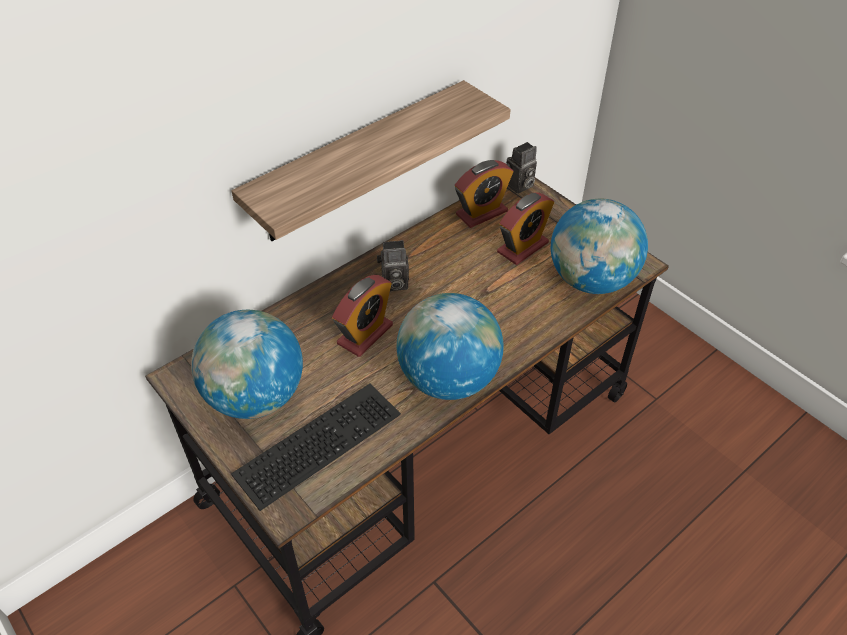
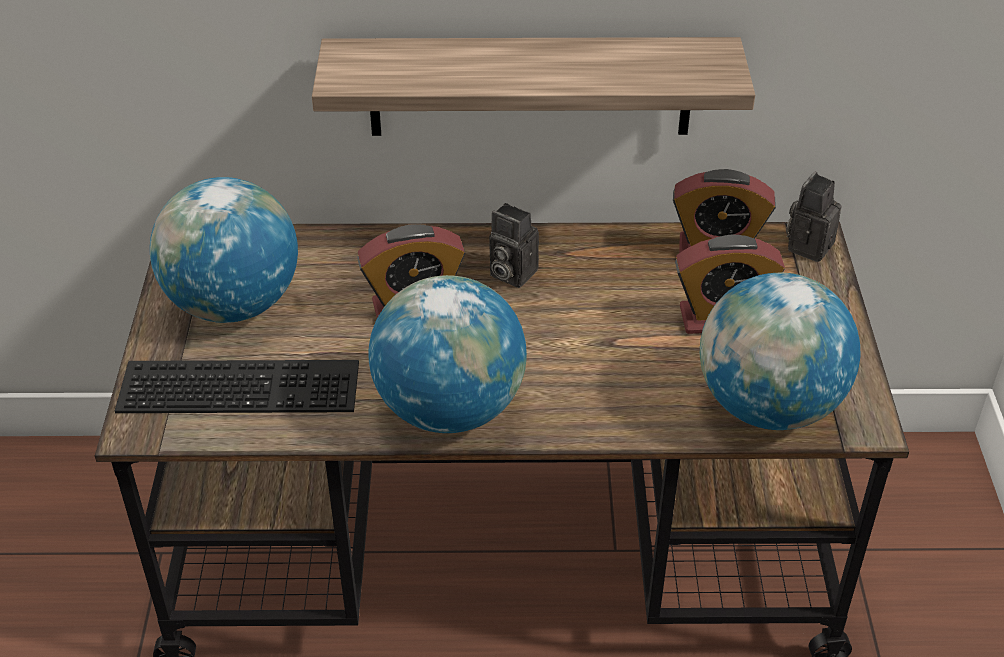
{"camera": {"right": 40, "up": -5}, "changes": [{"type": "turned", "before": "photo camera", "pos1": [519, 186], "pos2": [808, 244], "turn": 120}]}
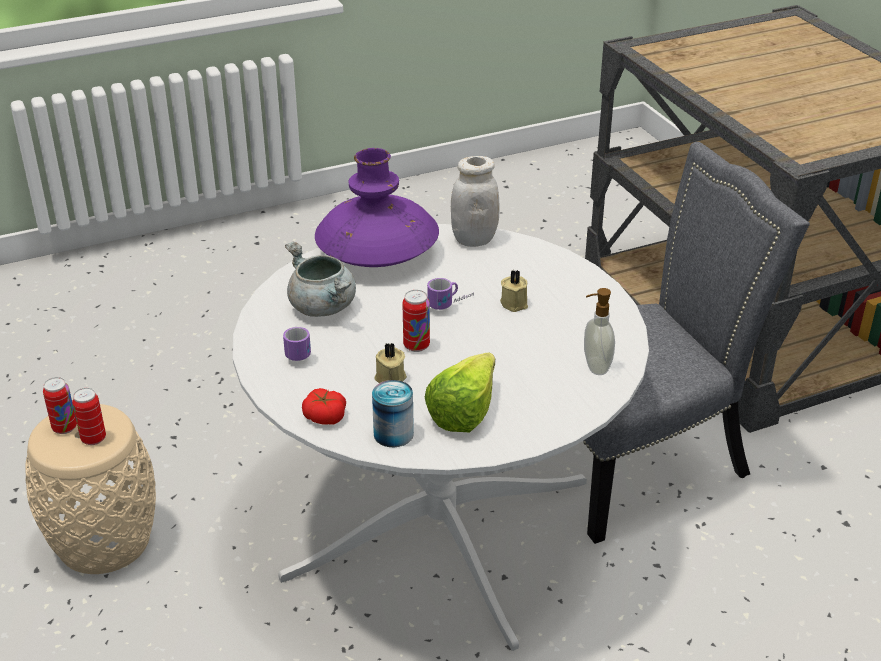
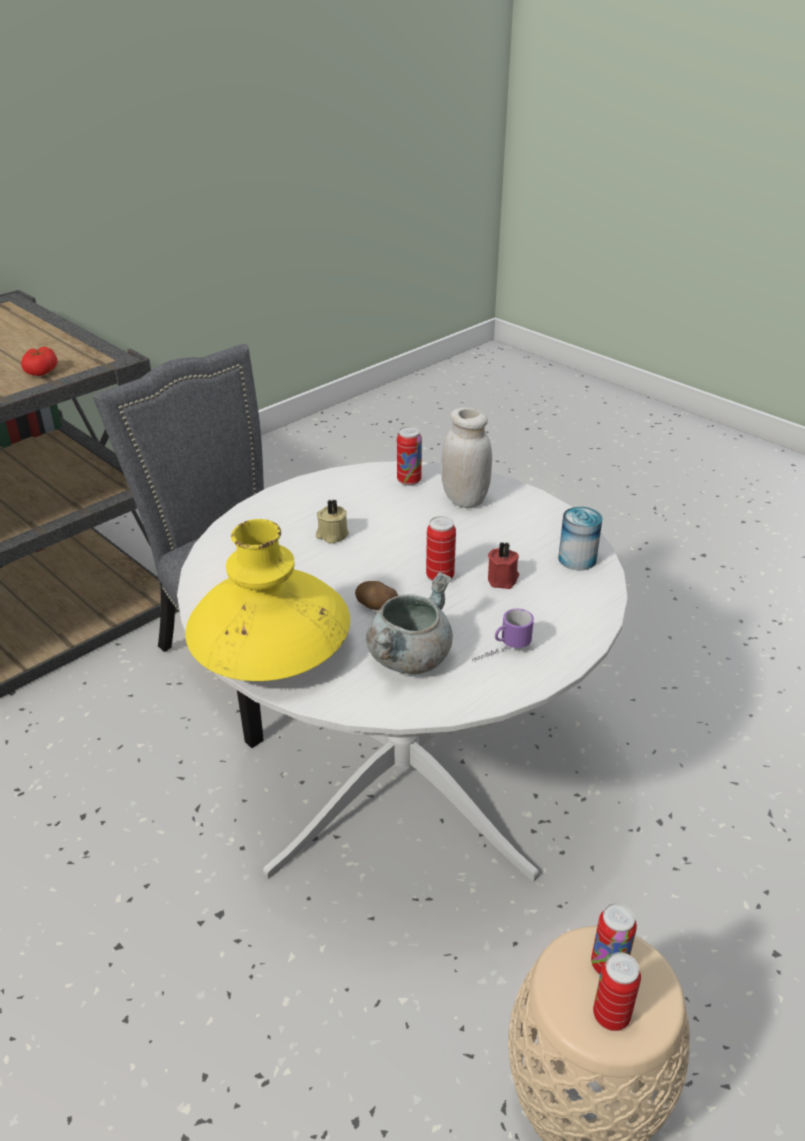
{"camera": {"right": -110, "up": 0}, "changes": [{"type": "moved", "before": "tomato", "pos1": [324, 416], "pos2": [42, 371]}, {"type": "recoloured", "before": "vase in purple", "after": "vase in yellow", "pos1": [377, 253], "pos2": [270, 648]}, {"type": "added", "after": "potato", "pos2": [376, 606]}, {"type": "replaced", "before": "soap dispenser", "after": "can", "pos1": [595, 366], "pos2": [409, 481]}, {"type": "moved", "before": "jar in white", "pos1": [474, 239], "pos2": [464, 500]}, {"type": "recoloured", "before": "candle in beige", "after": "candle in red", "pos1": [390, 379], "pos2": [503, 579]}, {"type": "removed", "before": "lettuce", "pos1": [469, 409]}, {"type": "removed", "before": "mug", "pos1": [452, 305]}]}
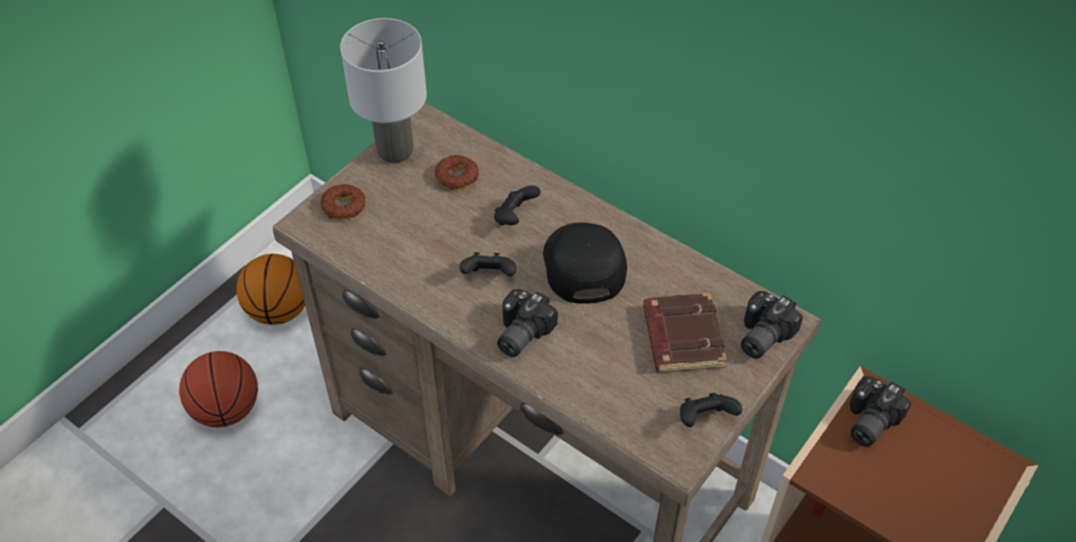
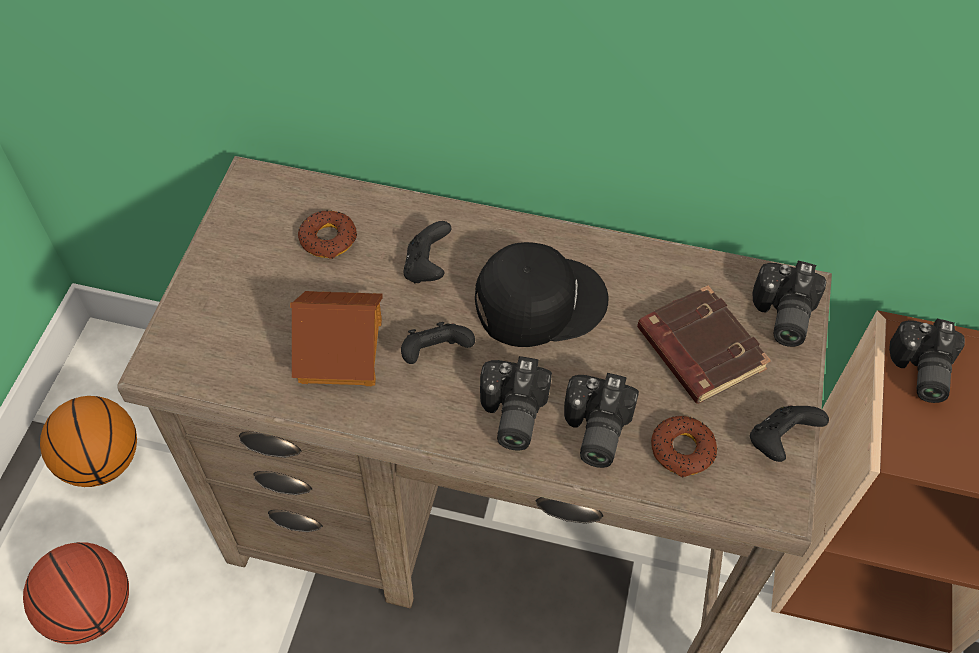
{"camera": {"right": -25, "up": 5}, "changes": [{"type": "added", "after": "toy house", "pos2": [342, 350]}, {"type": "turned", "before": "cap in black", "pos1": [582, 264], "pos2": [538, 300], "turn": 105}, {"type": "added", "after": "photo camera", "pos2": [593, 431]}, {"type": "moved", "before": "donut", "pos1": [344, 206], "pos2": [682, 450]}, {"type": "removed", "before": "table lamp in white", "pos1": [397, 152]}]}
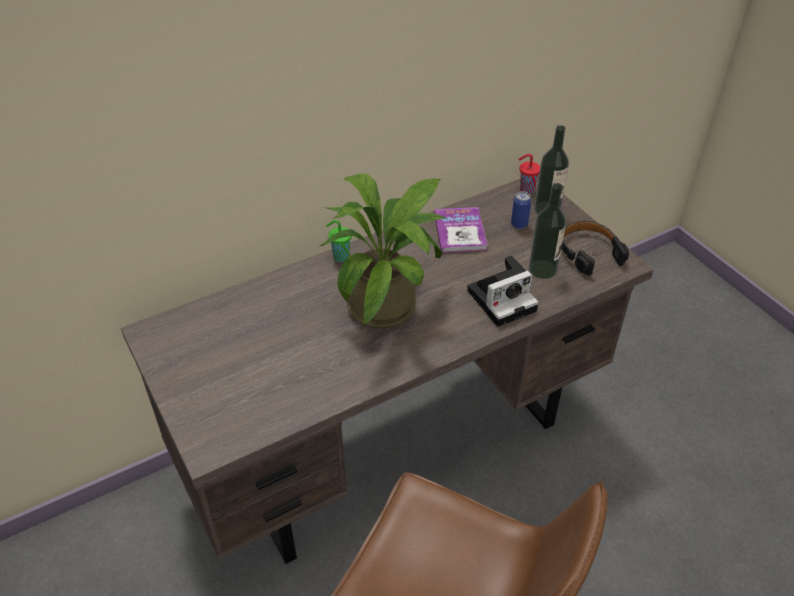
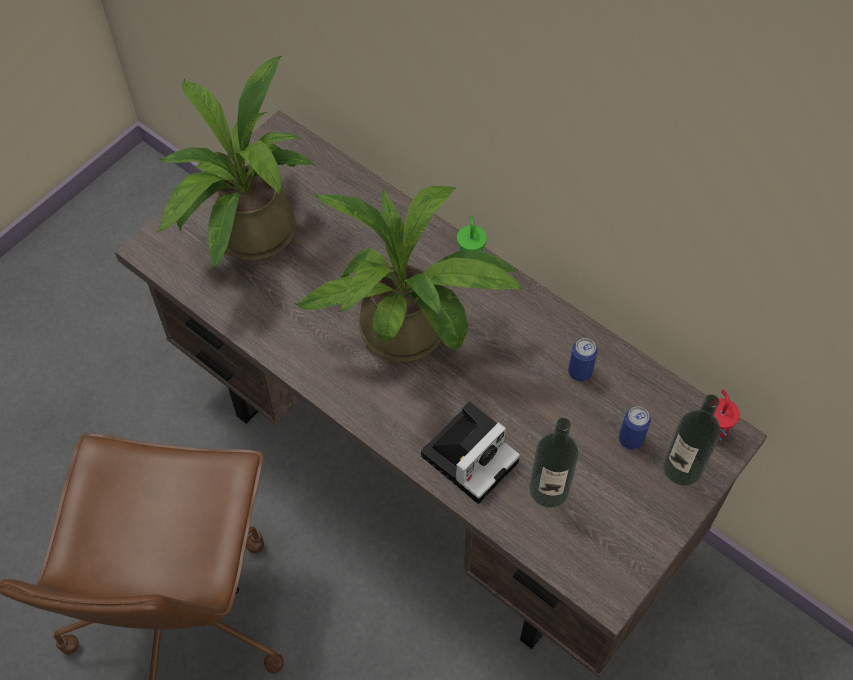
{"camera": {"right": 70, "up": 15}, "changes": [{"type": "added", "after": "potted plant", "pos2": [246, 236]}, {"type": "turned", "before": "photo camera", "pos1": [503, 299], "pos2": [471, 455], "turn": -90}, {"type": "replaced", "before": "book", "after": "can", "pos1": [460, 231], "pos2": [580, 372]}, {"type": "removed", "before": "headphones in black", "pos1": [589, 252]}]}
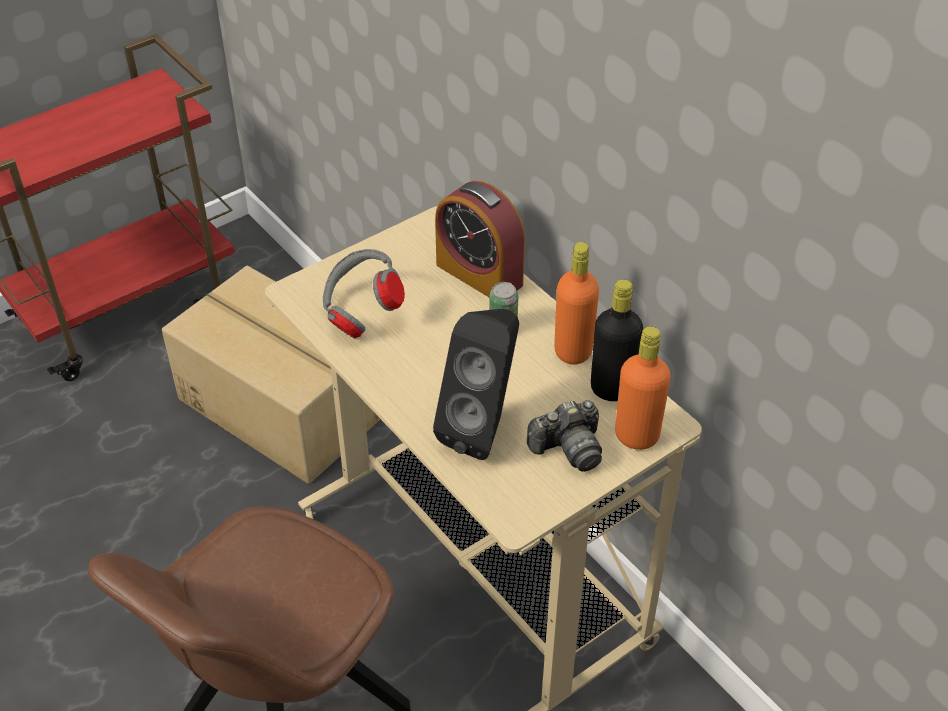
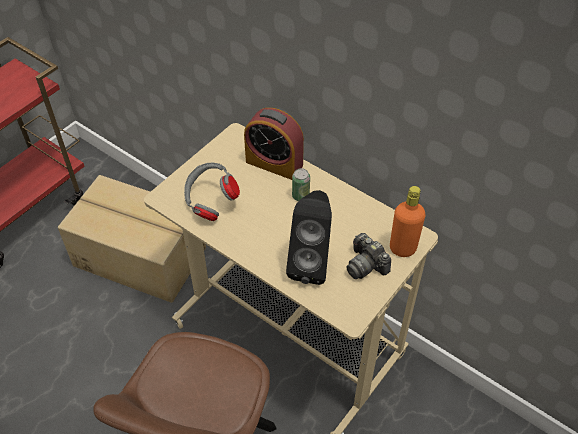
{"camera": {"right": -15, "up": 5}, "changes": [{"type": "turned", "before": "photo camera", "pos1": [568, 448], "pos2": [366, 265], "turn": 90}, {"type": "removed", "before": "bottle in orange", "pos1": [573, 351]}, {"type": "removed", "before": "bottle in black", "pos1": [611, 389]}]}
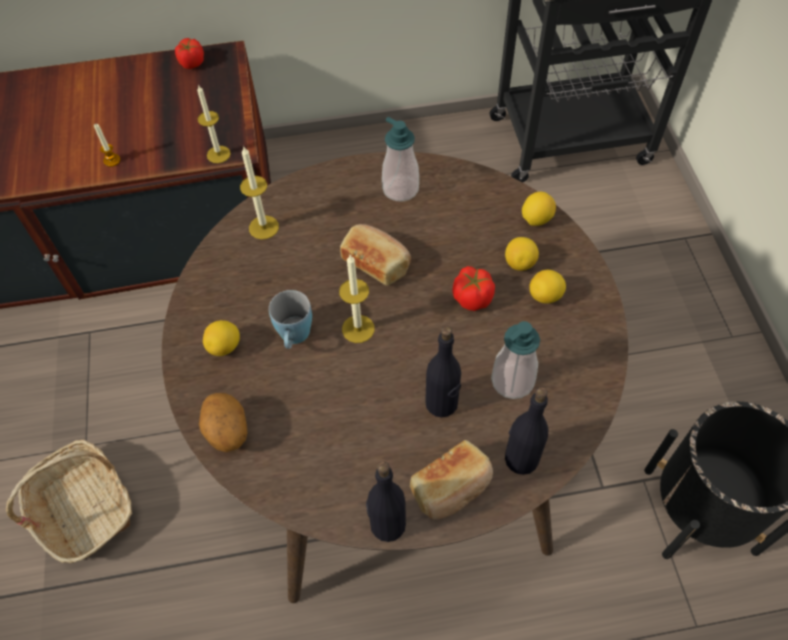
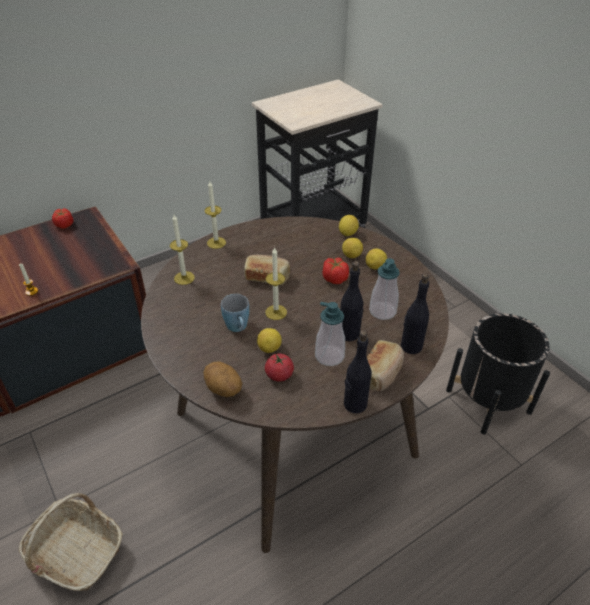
{"camera": {"right": -25, "up": -15}, "changes": [{"type": "moved", "before": "candle", "pos1": [218, 154], "pos2": [216, 243]}, {"type": "moved", "before": "lemon", "pos1": [225, 347], "pos2": [269, 348]}, {"type": "added", "after": "tomato", "pos2": [279, 375]}, {"type": "moved", "before": "soap dispenser", "pos1": [400, 189], "pos2": [329, 356]}]}
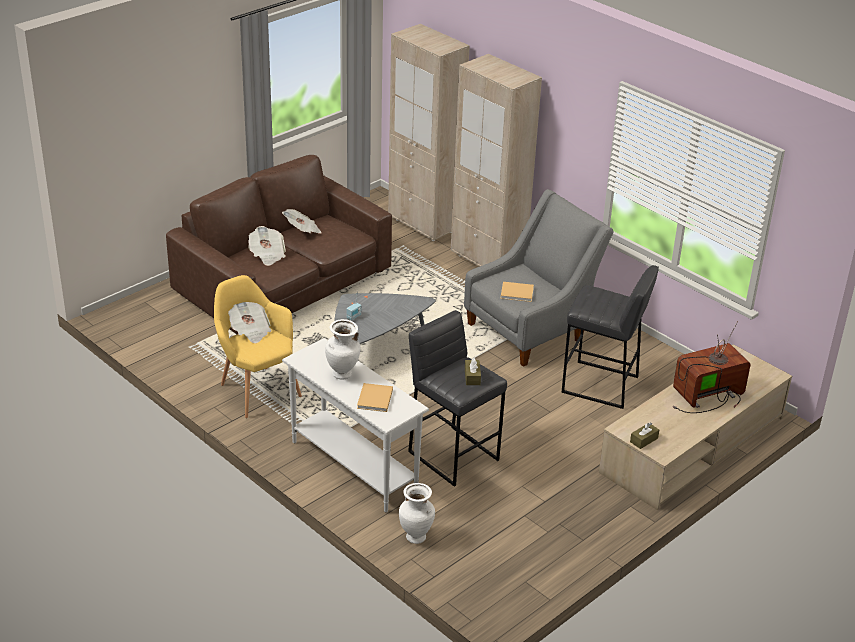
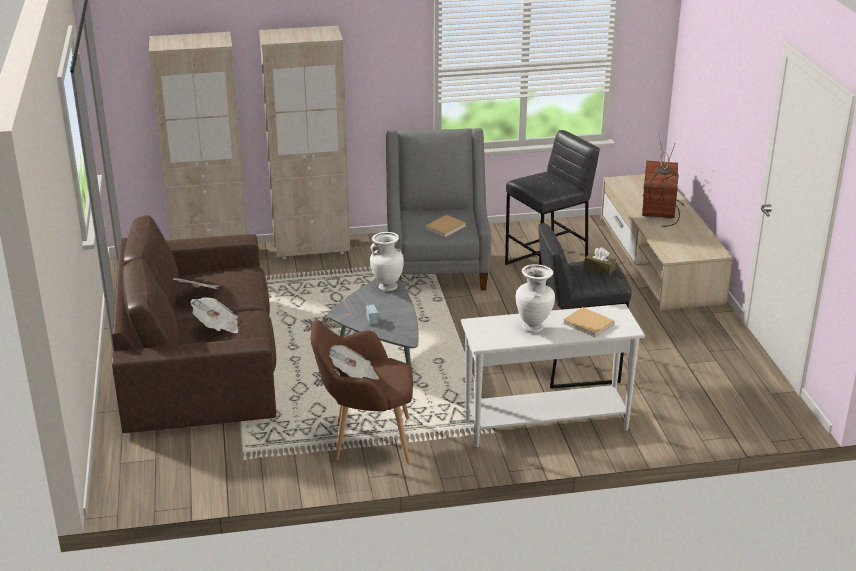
{"camera": {"right": -55, "up": -5}, "changes": [{"type": "recoloured", "before": "armchair in yellow", "after": "armchair in brown", "pos1": [256, 389], "pos2": [366, 440]}, {"type": "moved", "before": "vase in white", "pos1": [416, 537], "pos2": [387, 287]}, {"type": "removed", "before": "tissue box in brown", "pos1": [644, 440]}]}
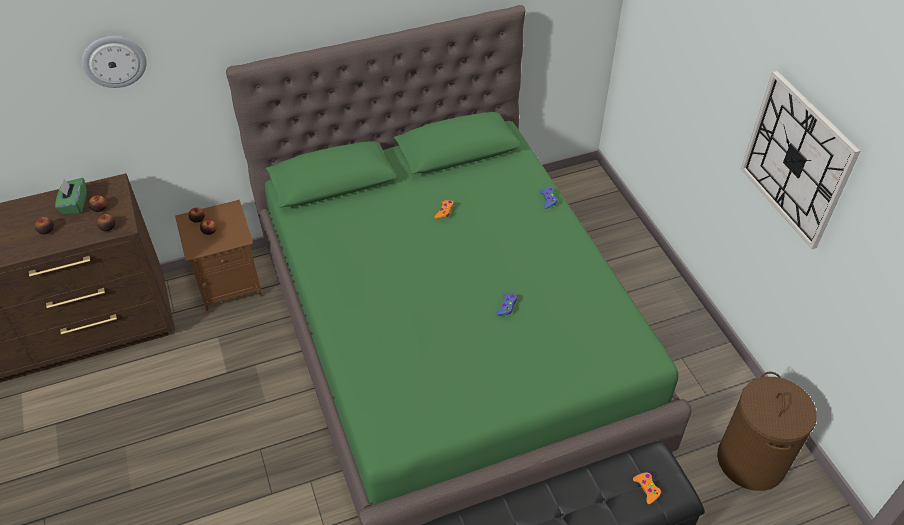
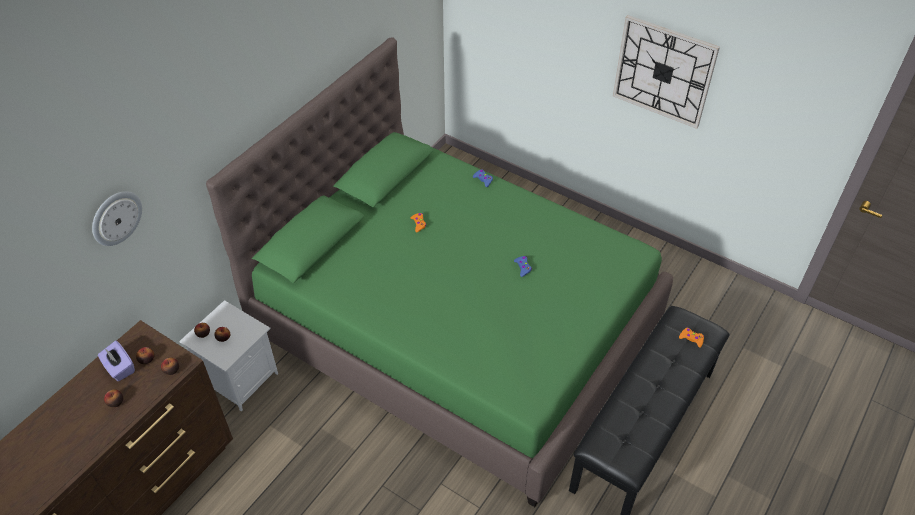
{"camera": {"right": -35, "up": 0}, "changes": [{"type": "recoloured", "before": "tissue box in green", "after": "tissue box in purple", "pos1": [74, 204], "pos2": [119, 368]}, {"type": "recoloured", "before": "nightstand in brown", "after": "nightstand in grey", "pos1": [230, 282], "pos2": [240, 377]}, {"type": "removed", "before": "laundry basket in brown", "pos1": [751, 460]}]}
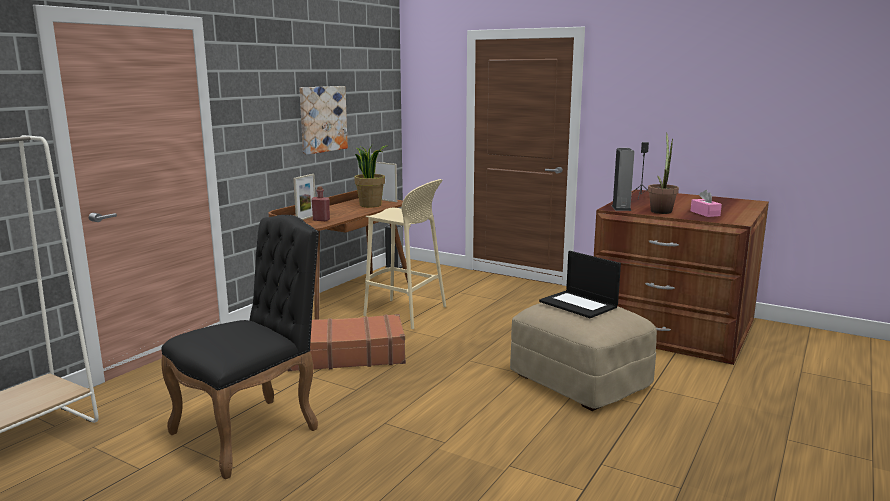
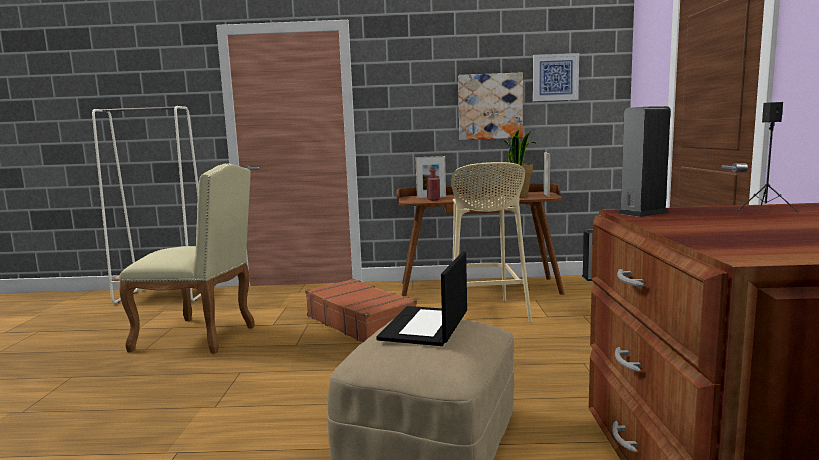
{"camera": {"right": 60, "up": -5}, "changes": [{"type": "recoloured", "before": "chair in black", "after": "chair in beige", "pos1": [250, 432], "pos2": [199, 337]}, {"type": "added", "after": "picture", "pos2": [555, 77]}, {"type": "removed", "before": "potted plant", "pos1": [661, 210]}, {"type": "removed", "before": "tissue box in pink", "pos1": [705, 213]}]}
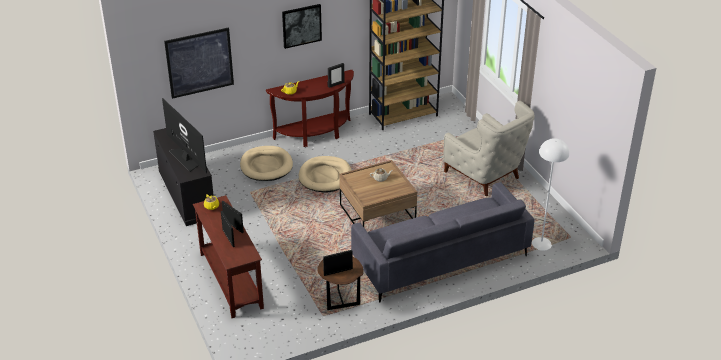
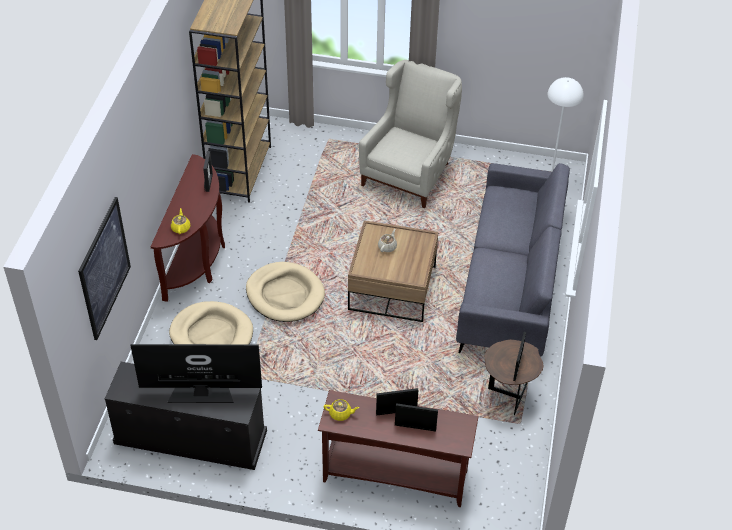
{"camera": {"right": -55, "up": 10}, "changes": [{"type": "turned", "before": "armchair in beige", "pos1": [485, 176], "pos2": [409, 173], "turn": -60}, {"type": "removed", "before": "picture", "pos1": [301, 25]}]}
